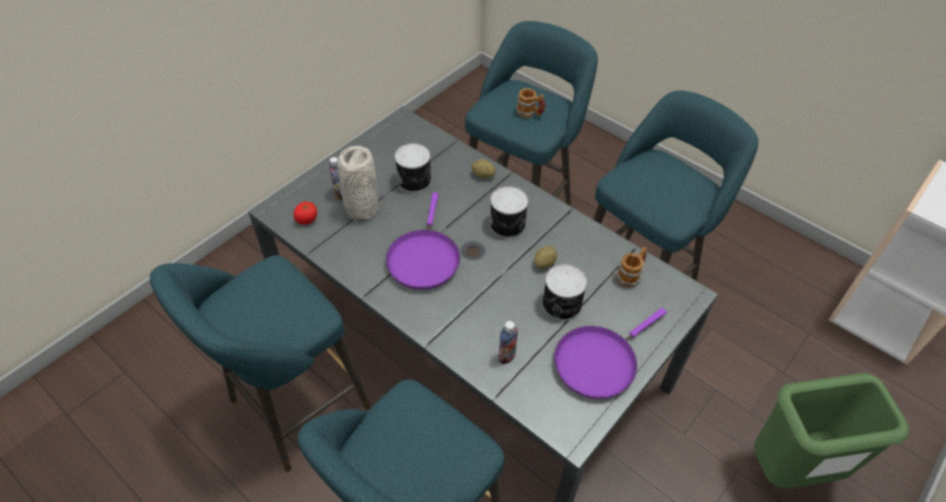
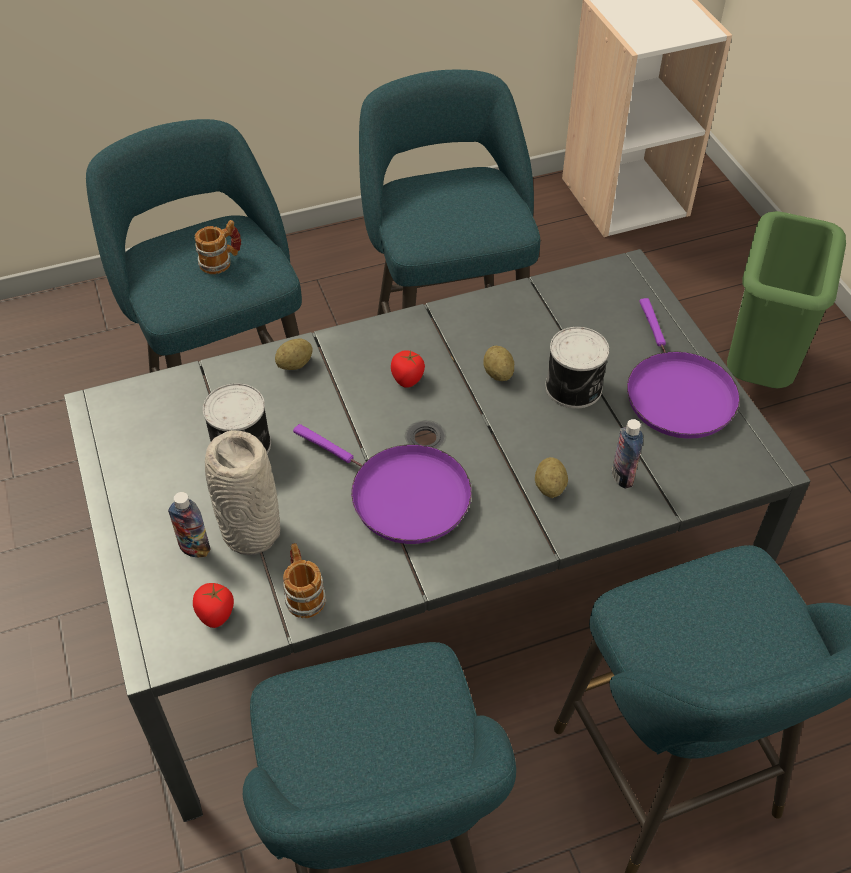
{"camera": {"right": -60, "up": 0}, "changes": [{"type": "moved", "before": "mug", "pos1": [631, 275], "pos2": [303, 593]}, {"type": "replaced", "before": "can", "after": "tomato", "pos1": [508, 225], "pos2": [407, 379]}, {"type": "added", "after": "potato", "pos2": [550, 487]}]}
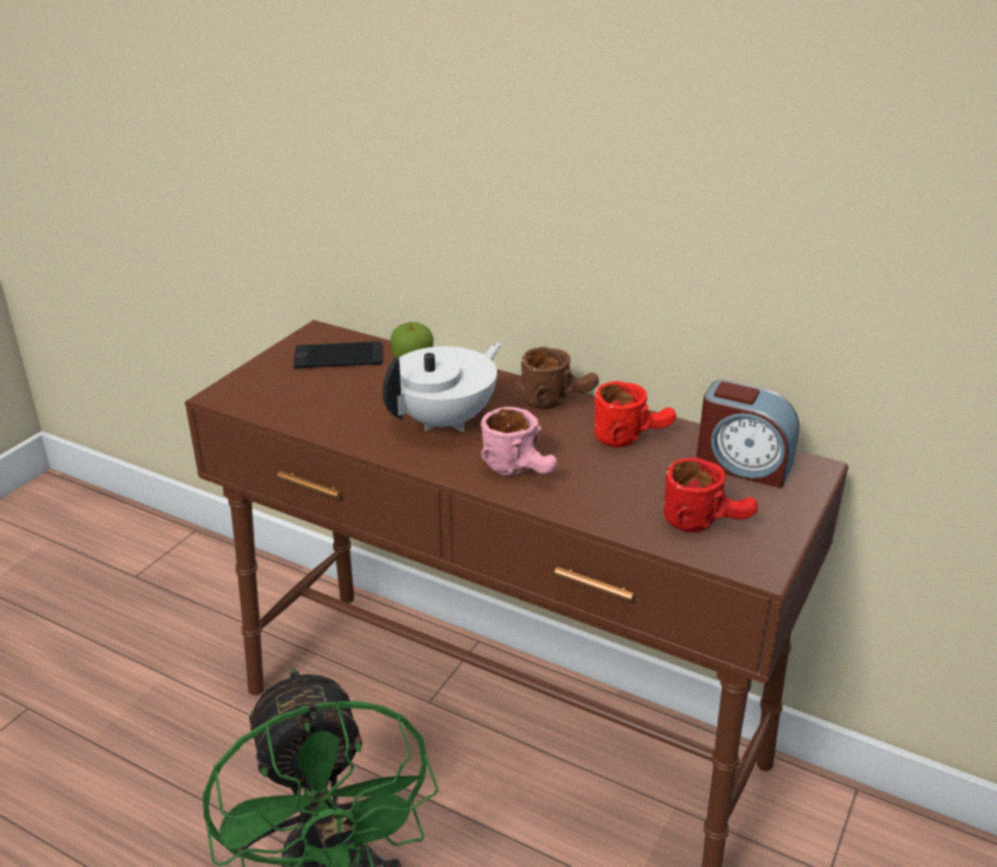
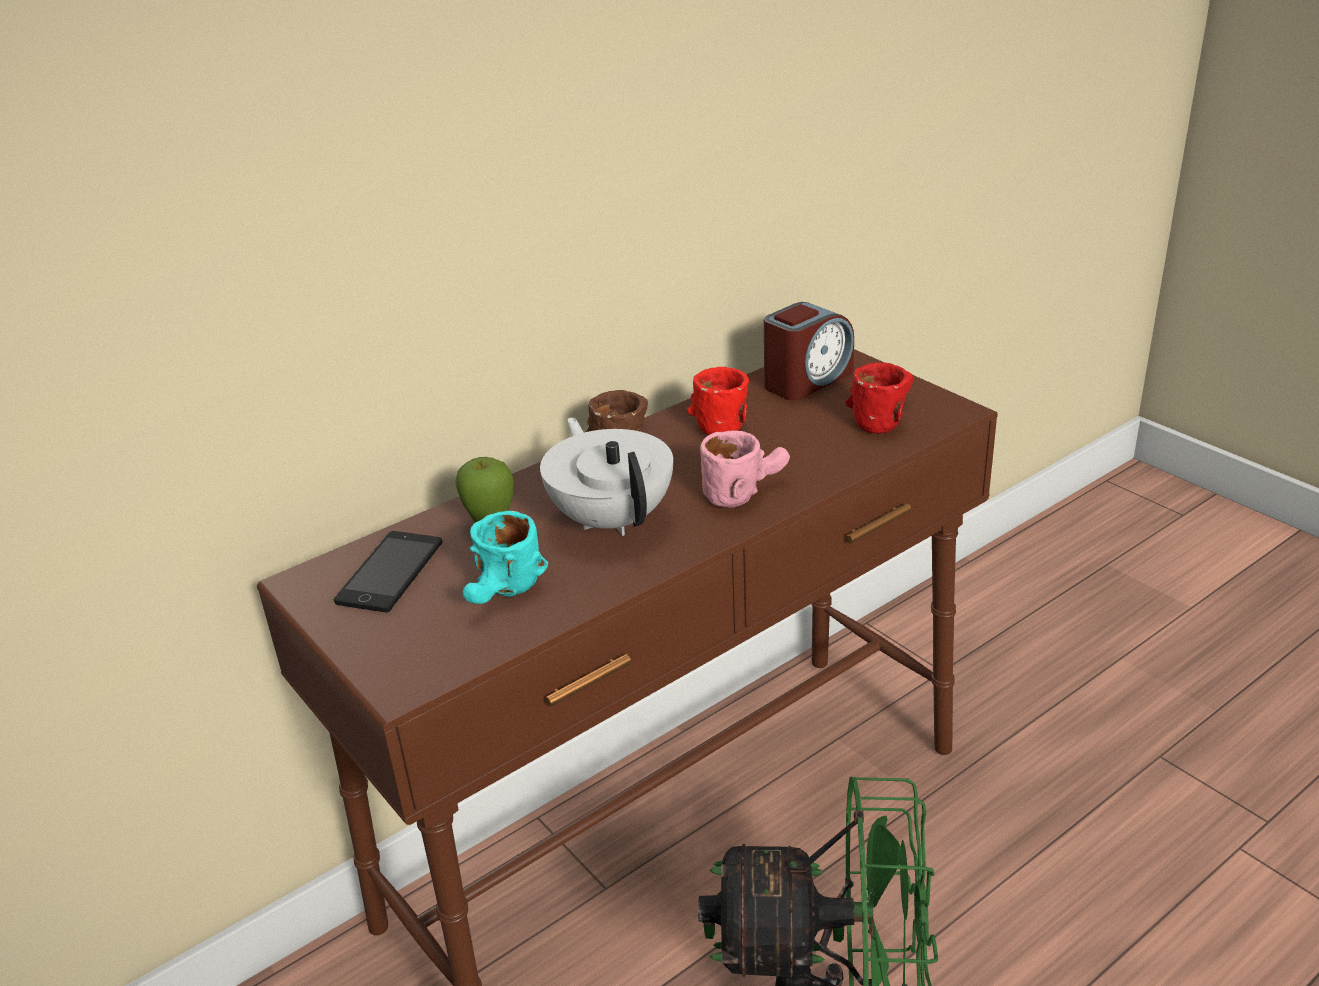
{"camera": {"right": -65, "up": 0}, "changes": [{"type": "added", "after": "mug in turquoise", "pos2": [505, 594]}]}
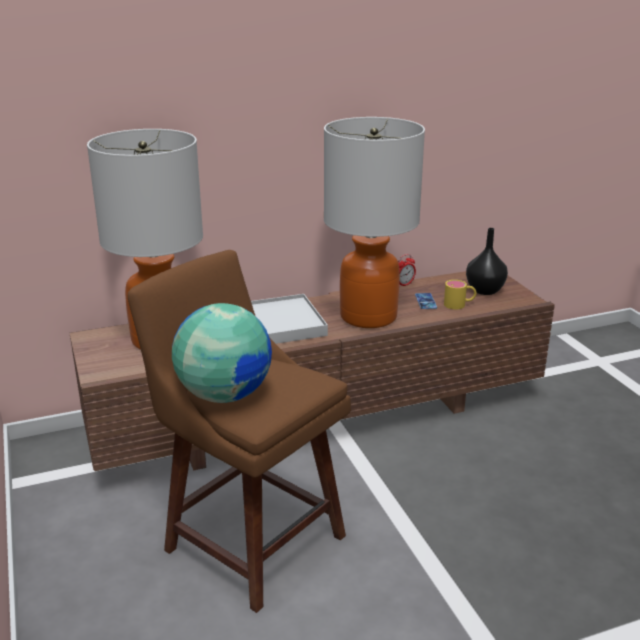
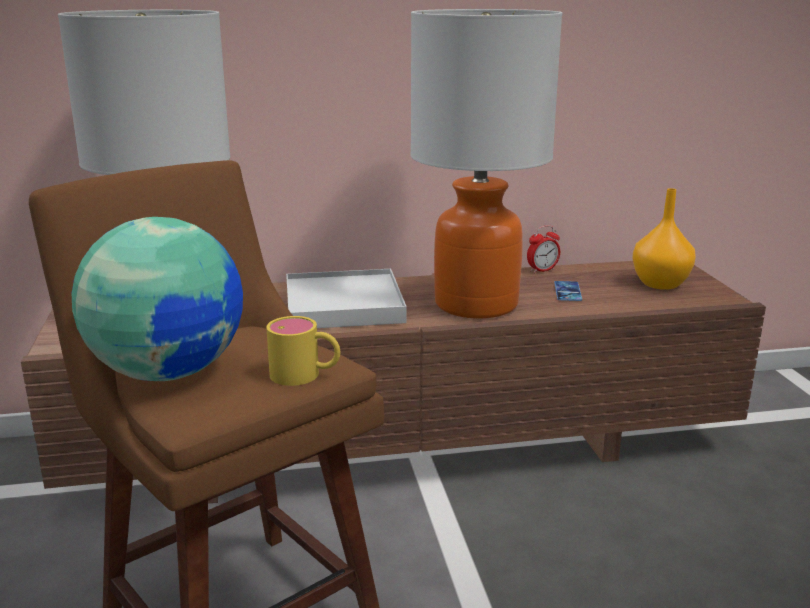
{"camera": {"right": 10, "up": -5}, "changes": [{"type": "moved", "before": "mug in yellow", "pos1": [459, 304], "pos2": [305, 375]}, {"type": "recoloured", "before": "vase in black", "after": "vase in orange", "pos1": [485, 290], "pos2": [661, 284]}]}
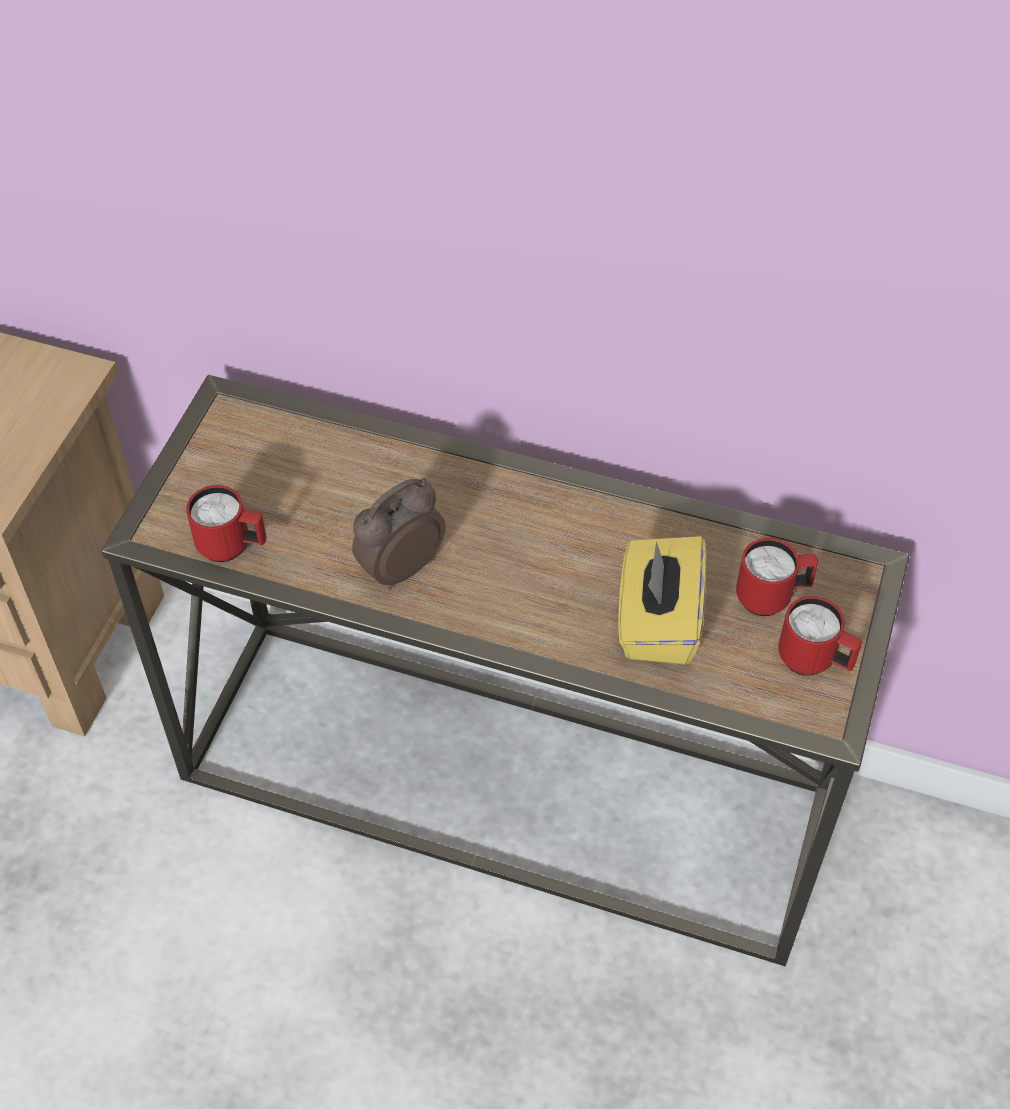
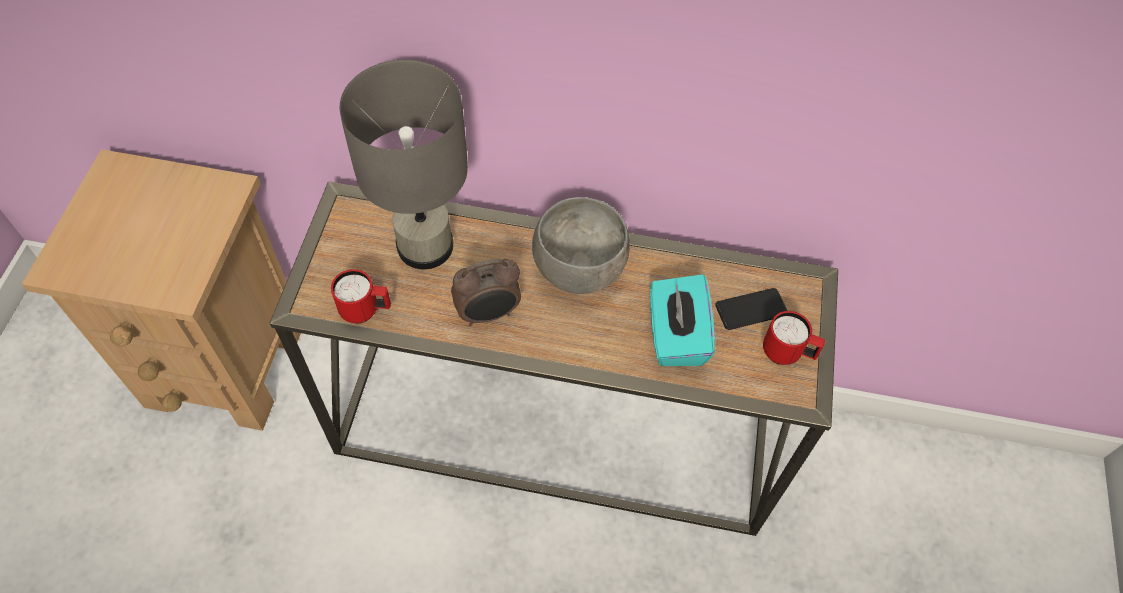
{"camera": {"right": -10, "up": 5}, "changes": [{"type": "added", "after": "table lamp in grey", "pos2": [423, 246]}, {"type": "turned", "before": "alarm clock", "pos1": [399, 568], "pos2": [488, 314], "turn": -150}, {"type": "added", "after": "bowl in grey", "pos2": [579, 271]}, {"type": "recoloured", "before": "tissue box in yellow", "after": "tissue box in turquoise", "pos1": [658, 622], "pos2": [676, 336]}, {"type": "replaced", "before": "mug in red", "after": "phone", "pos1": [772, 597], "pos2": [751, 309]}]}
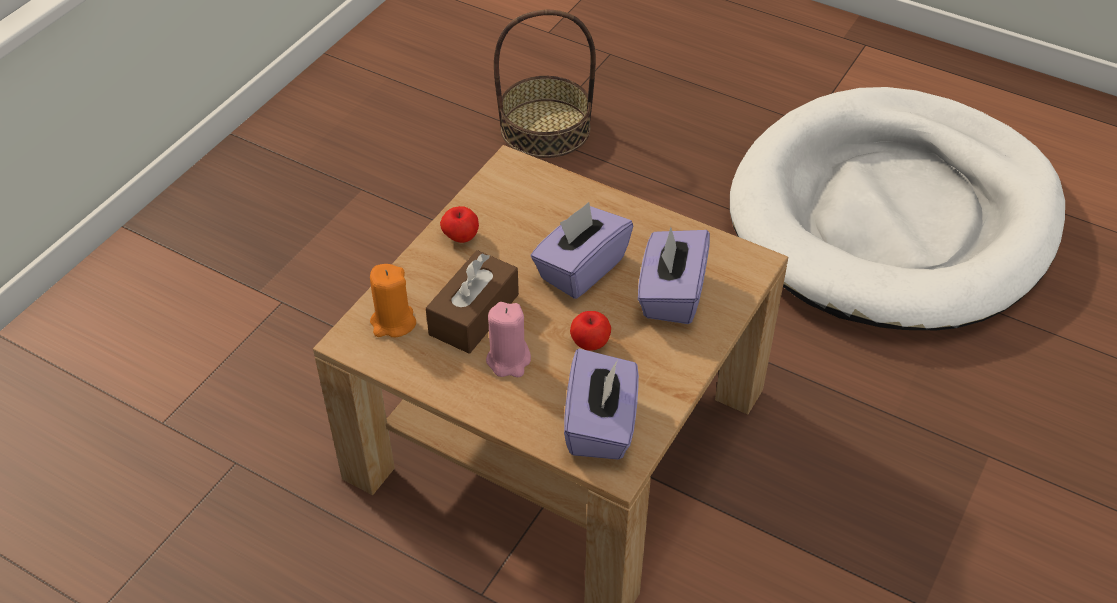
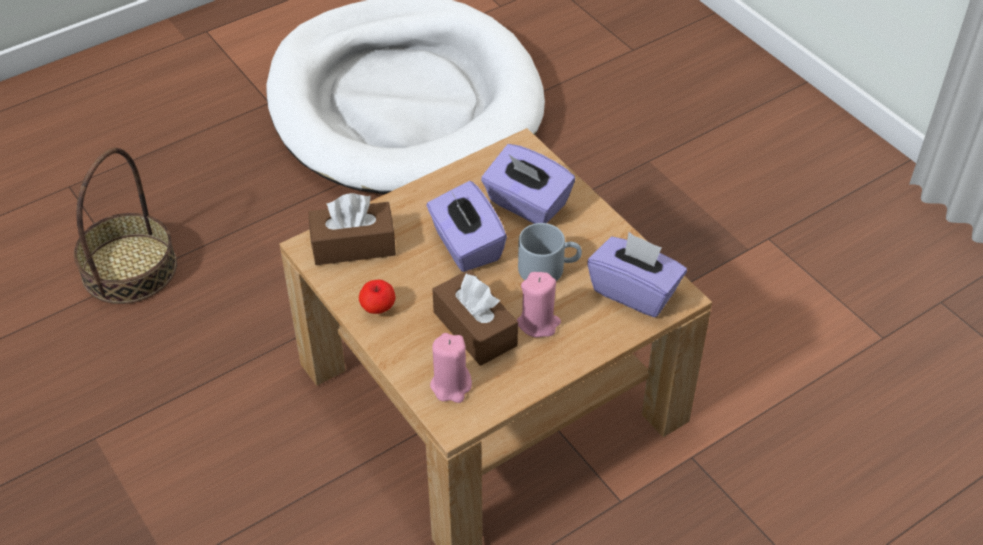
{"camera": {"right": -65, "up": 0}, "changes": [{"type": "added", "after": "tissue box in brown", "pos2": [353, 245]}, {"type": "recoloured", "before": "candle in orange", "after": "candle in pink", "pos1": [393, 322], "pos2": [451, 385]}, {"type": "replaced", "before": "apple", "after": "mug in grey", "pos1": [590, 343], "pos2": [548, 268]}]}
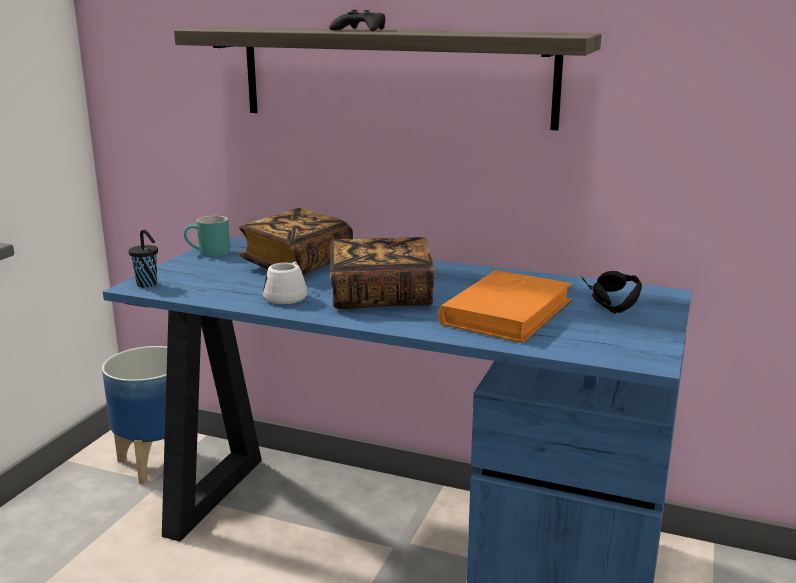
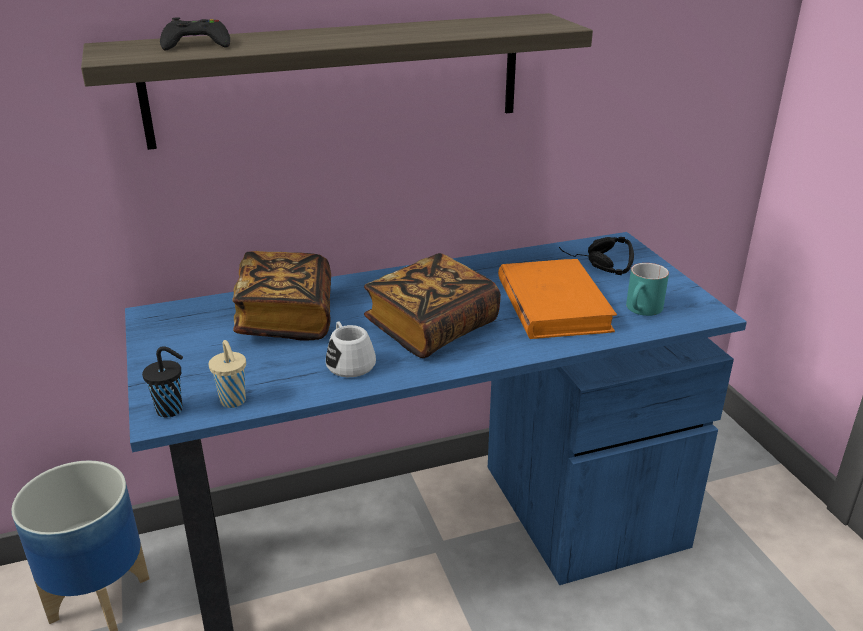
{"camera": {"right": -40, "up": 10}, "changes": [{"type": "moved", "before": "game controller in black", "pos1": [360, 30], "pos2": [196, 44]}, {"type": "added", "after": "cup in beige", "pos2": [233, 402]}, {"type": "moved", "before": "mug in turquoise", "pos1": [208, 253], "pos2": [642, 310]}]}
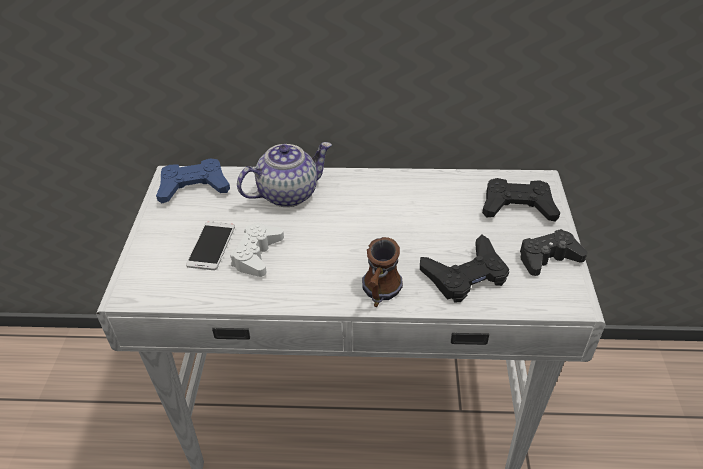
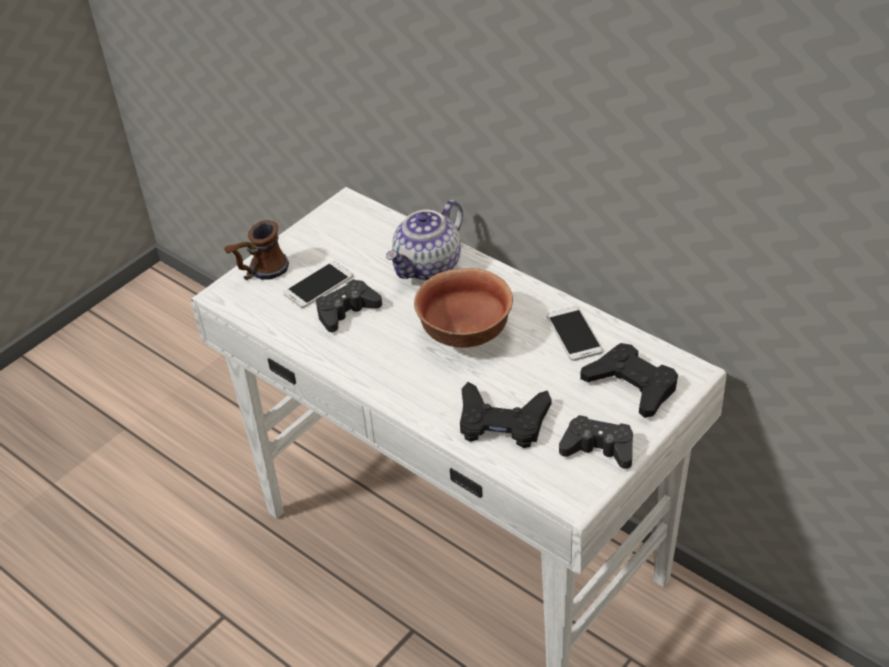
{"camera": {"right": 40, "up": 0}, "changes": [{"type": "moved", "before": "mug", "pos1": [379, 294], "pos2": [260, 272]}, {"type": "recoloured", "before": "game controller in white", "after": "game controller in black", "pos1": [257, 254], "pos2": [347, 311]}, {"type": "turned", "before": "teapot", "pos1": [288, 193], "pos2": [428, 267], "turn": 120}, {"type": "added", "after": "bowl", "pos2": [463, 333]}, {"type": "added", "after": "phone", "pos2": [574, 334]}, {"type": "removed", "before": "game controller in blue", "pos1": [193, 186]}]}
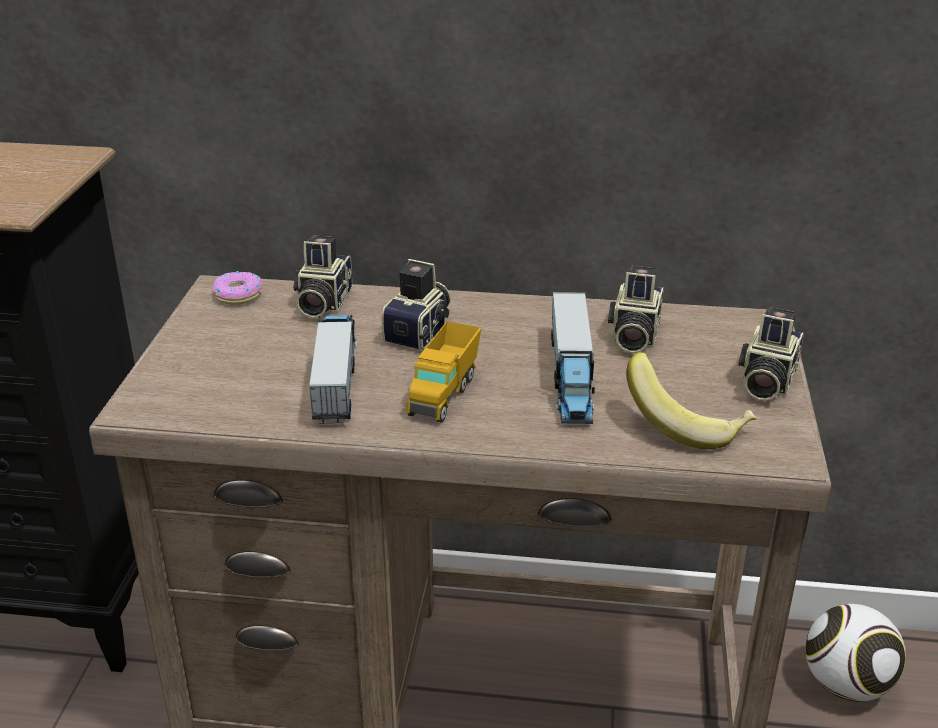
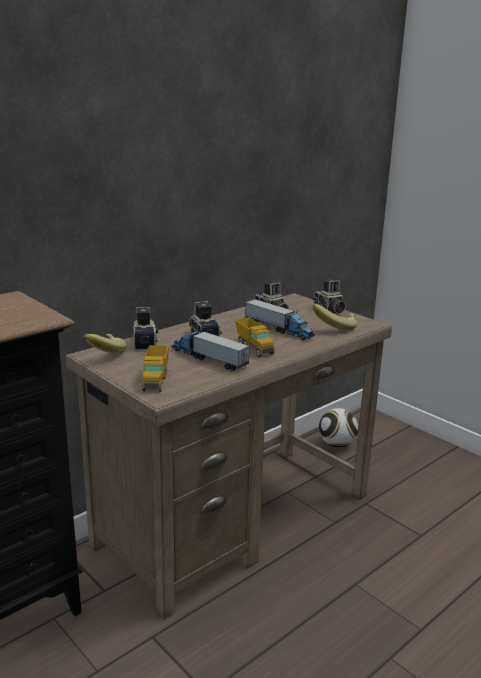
{"camera": {"right": -50, "up": -10}, "changes": [{"type": "replaced", "before": "donut", "after": "banana", "pos1": [238, 295], "pos2": [104, 353]}, {"type": "turned", "before": "photo camera", "pos1": [321, 303], "pos2": [145, 343], "turn": -150}, {"type": "added", "after": "toy truck", "pos2": [155, 380]}]}
